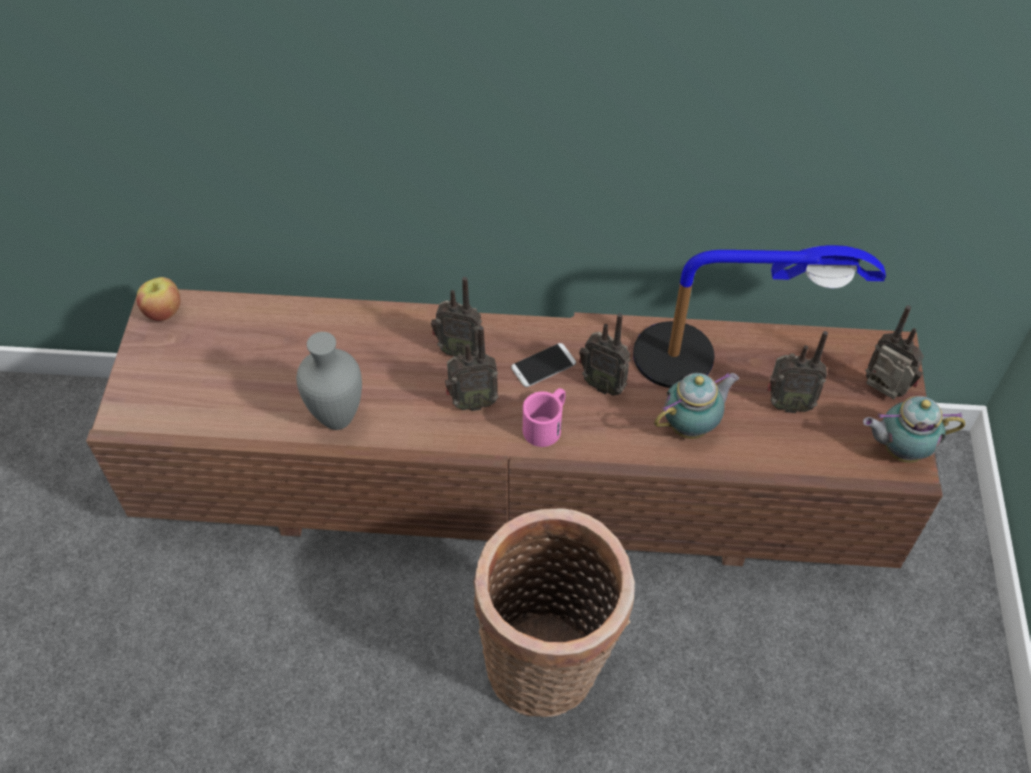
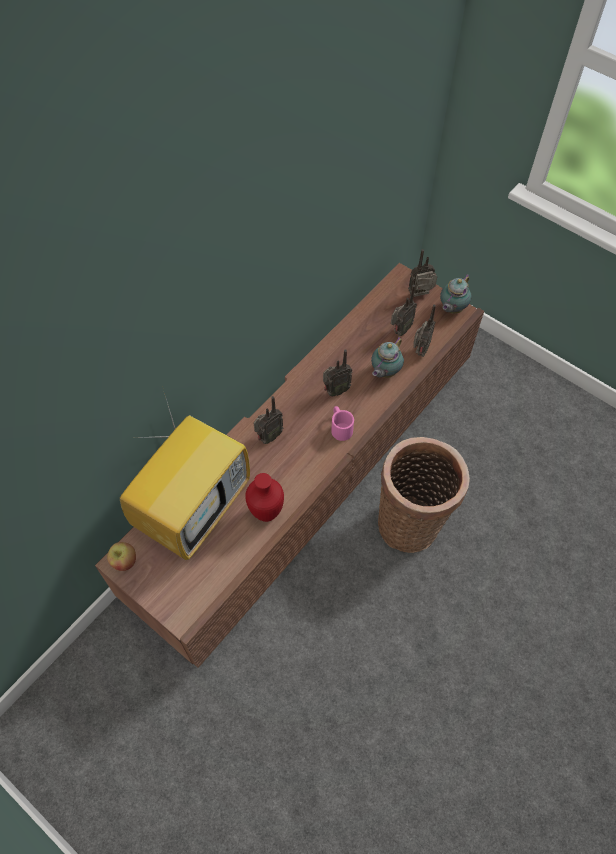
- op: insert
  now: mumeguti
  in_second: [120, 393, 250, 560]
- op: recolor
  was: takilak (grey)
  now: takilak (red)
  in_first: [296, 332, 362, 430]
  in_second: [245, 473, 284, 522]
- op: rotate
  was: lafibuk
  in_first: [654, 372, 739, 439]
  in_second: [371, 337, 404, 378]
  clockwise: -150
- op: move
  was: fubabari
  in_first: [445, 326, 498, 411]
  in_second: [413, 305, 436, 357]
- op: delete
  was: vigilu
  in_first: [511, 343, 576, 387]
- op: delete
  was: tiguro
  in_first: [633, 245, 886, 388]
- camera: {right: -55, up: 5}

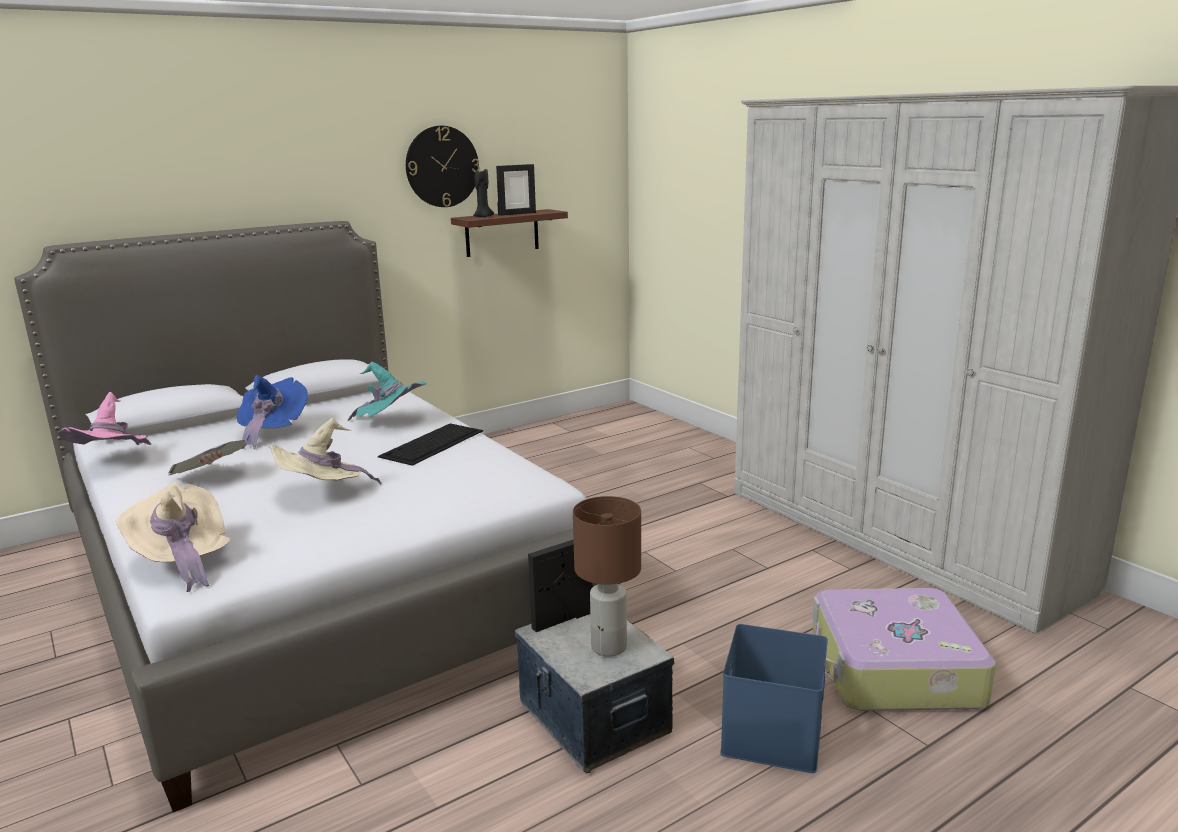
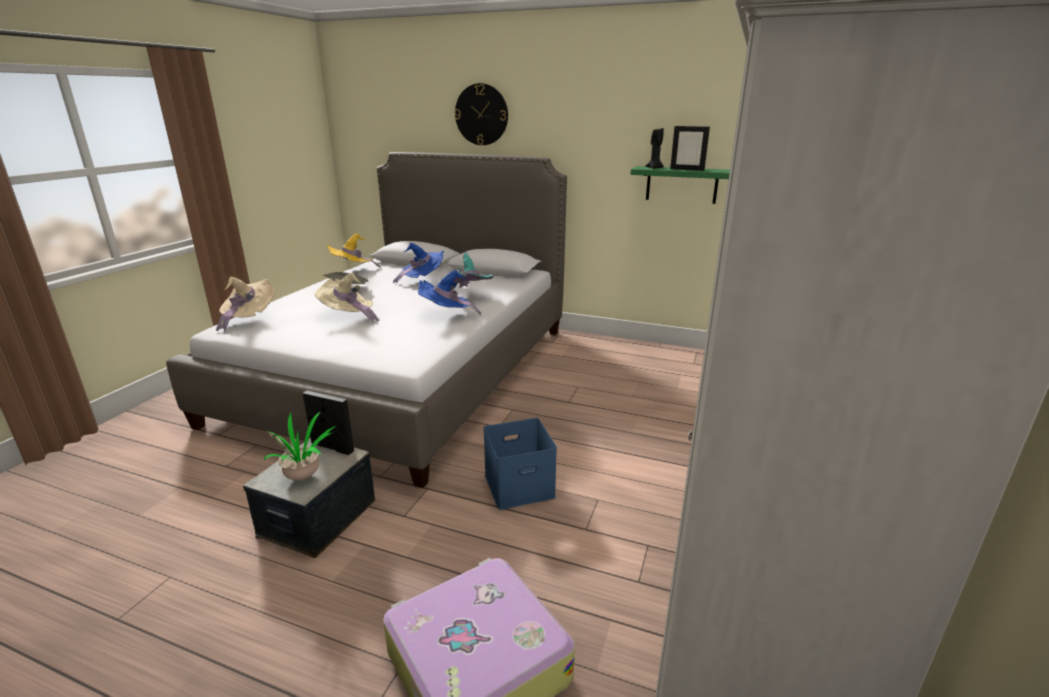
- op: replace
  was: tiguro (brown)
  now: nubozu
  in_first: [573, 496, 641, 657]
  in_second: [264, 412, 337, 480]
- op: recolor
  was: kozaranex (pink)
  now: kozaranex (yellow)
  in_first: [58, 392, 151, 445]
  in_second: [327, 233, 381, 268]
- op: replace
  was: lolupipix
  now: kozaranex (blue)
  in_first: [378, 423, 483, 466]
  in_second: [418, 270, 481, 315]
- op: move
  was: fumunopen
  in_first: [406, 126, 480, 207]
  in_second: [454, 83, 508, 145]
- op: move
  was: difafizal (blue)
  in_first: [720, 624, 828, 773]
  in_second: [483, 418, 557, 510]
- op: recolor
  was: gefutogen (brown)
  now: gefutogen (green)
  in_first: [451, 209, 568, 257]
  in_second: [630, 166, 730, 204]
- camera: {right: 55, up: 5}

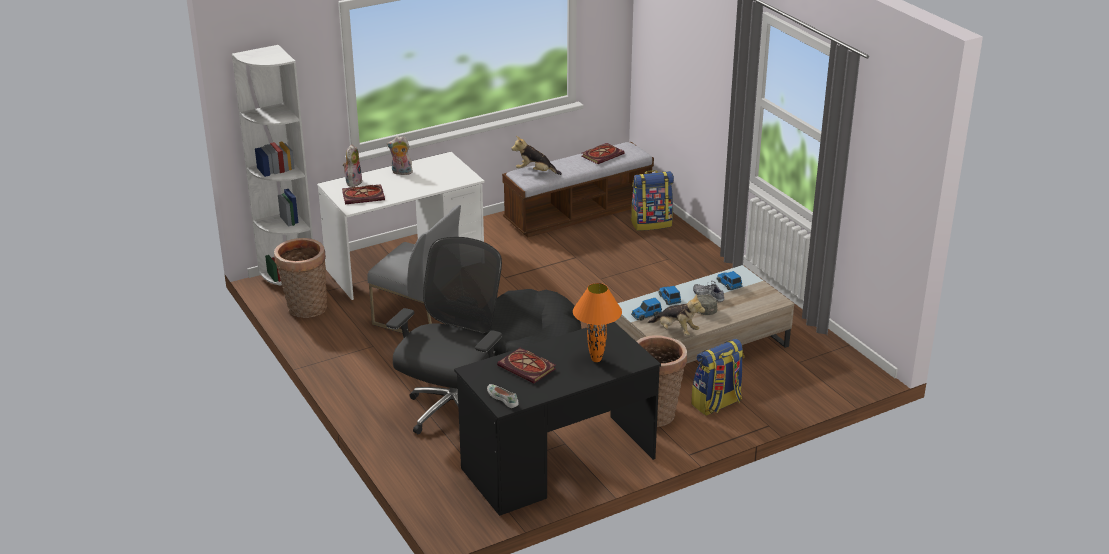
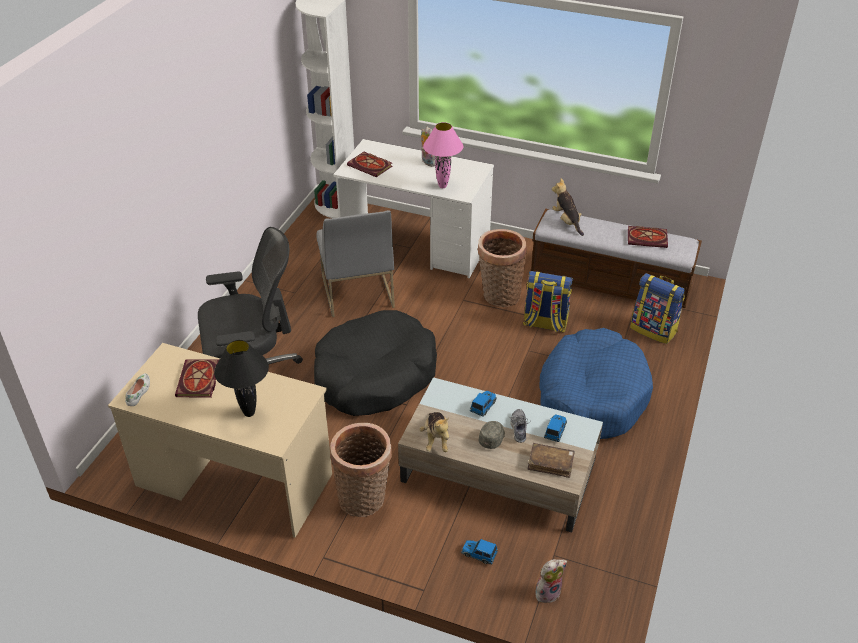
- op: recolor
  was: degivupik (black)
  now: degivupik (beige)
  in_first: [454, 322, 661, 516]
  in_second: [108, 343, 332, 538]
- op: recolor
  was: tiguro (orange)
  now: tiguro (black)
  in_first: [573, 283, 622, 362]
  in_second: [214, 340, 269, 417]
- op: insert
  now: tiguro (pink)
  in_second: [423, 122, 463, 188]
- op: move
  was: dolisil
  in_first: [631, 298, 662, 321]
  in_second: [461, 539, 498, 565]
- op: move
  was: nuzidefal
  in_first: [274, 238, 327, 318]
  in_second: [477, 229, 527, 307]
- op: move
  was: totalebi
  in_first: [691, 339, 744, 416]
  in_second: [523, 271, 573, 333]
- op: insert
  now: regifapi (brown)
  in_second: [528, 443, 575, 478]
- op: move
  was: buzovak
  in_first: [343, 144, 363, 187]
  in_second: [536, 559, 567, 603]
- op: insert
  now: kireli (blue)
  in_second: [539, 328, 653, 439]
- camera: {right: 50, up: 10}

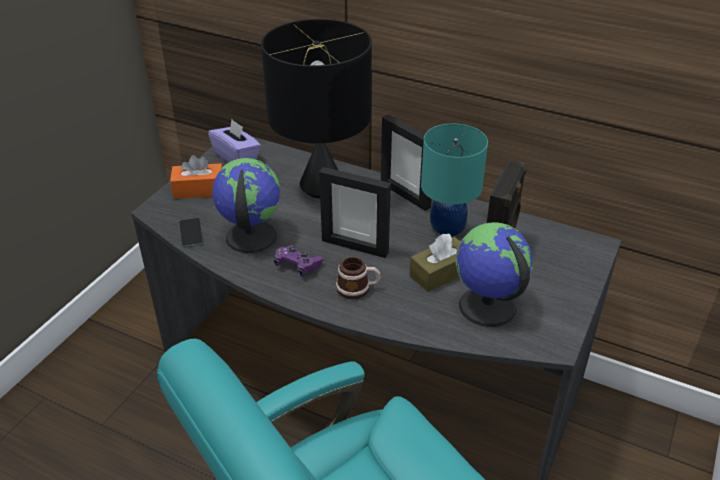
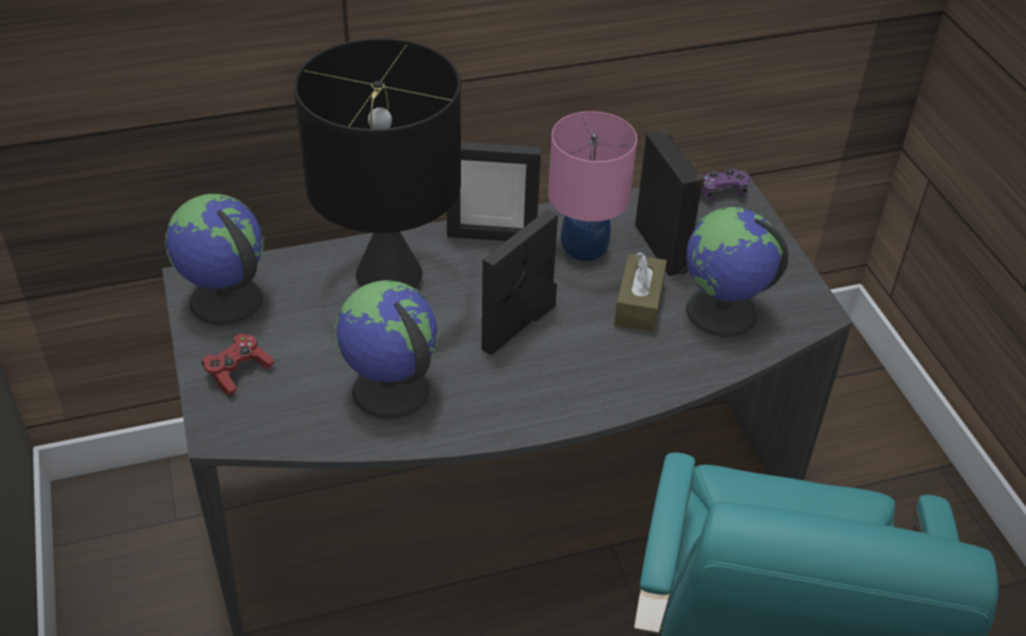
- op: replace
  was: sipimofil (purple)
  now: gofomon
  in_first: [208, 119, 261, 163]
  in_second: [165, 194, 264, 325]
- op: replace
  was: sipimofil (orange)
  now: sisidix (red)
  in_first: [170, 155, 223, 199]
  in_second: [201, 333, 275, 396]
- op: rotate
  was: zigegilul
  in_first: [319, 167, 391, 258]
  in_second: [482, 209, 558, 356]
  clockwise: 150
- op: recolor
  was: tiguro (turquoise)
  now: tiguro (pink)
  in_first: [421, 124, 488, 236]
  in_second: [548, 111, 637, 261]
- op: move
  was: sisidix (purple)
  in_first: [274, 245, 324, 277]
  in_second: [701, 169, 749, 200]
- op: delete
  was: vigilu
  in_first: [179, 218, 204, 248]
- op: delete
  was: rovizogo
  in_first: [336, 257, 381, 299]
- camera: {right: -45, up: 5}

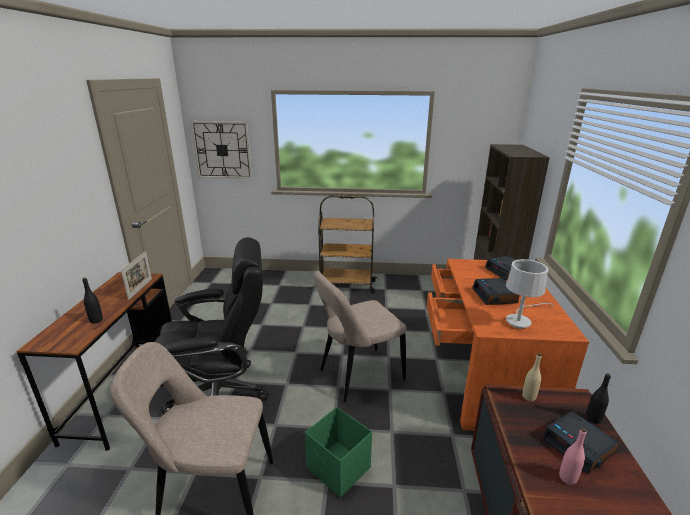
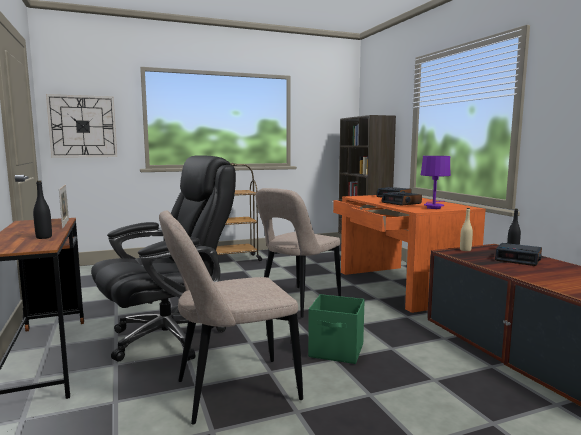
- op: recolor
  was: tiguro (white)
  now: tiguro (purple)
  in_first: [506, 259, 554, 329]
  in_second: [421, 156, 451, 209]
- op: delete
  was: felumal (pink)
  in_first: [559, 428, 587, 485]
- camera: {right: -25, up: -15}

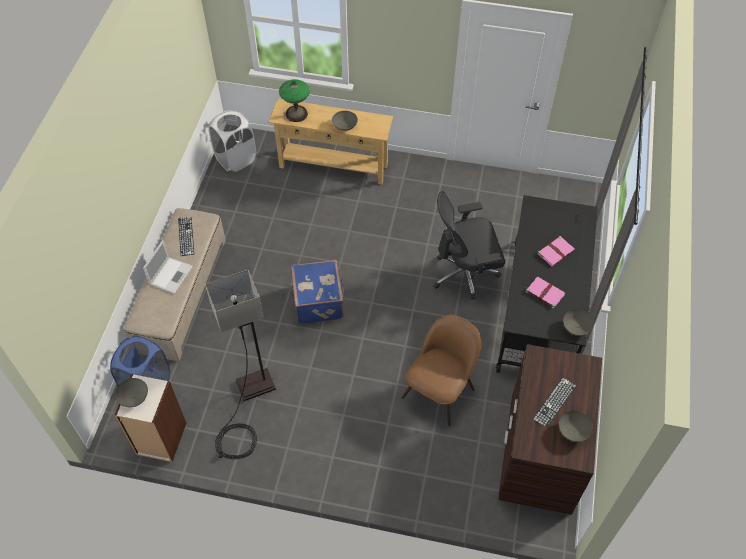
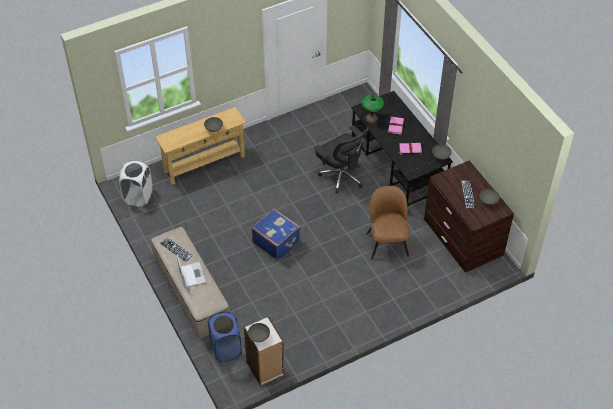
- op: rotate
  was: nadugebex
  in_first: [433, 191, 505, 300]
  in_second: [314, 125, 369, 193]
  clockwise: -75
- op: move
  was: tiguro
  in_first: [279, 79, 310, 122]
  in_second: [362, 94, 384, 125]
- op: delete
  was: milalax
  in_first: [205, 270, 276, 459]
- camera: {right: -40, up: -5}

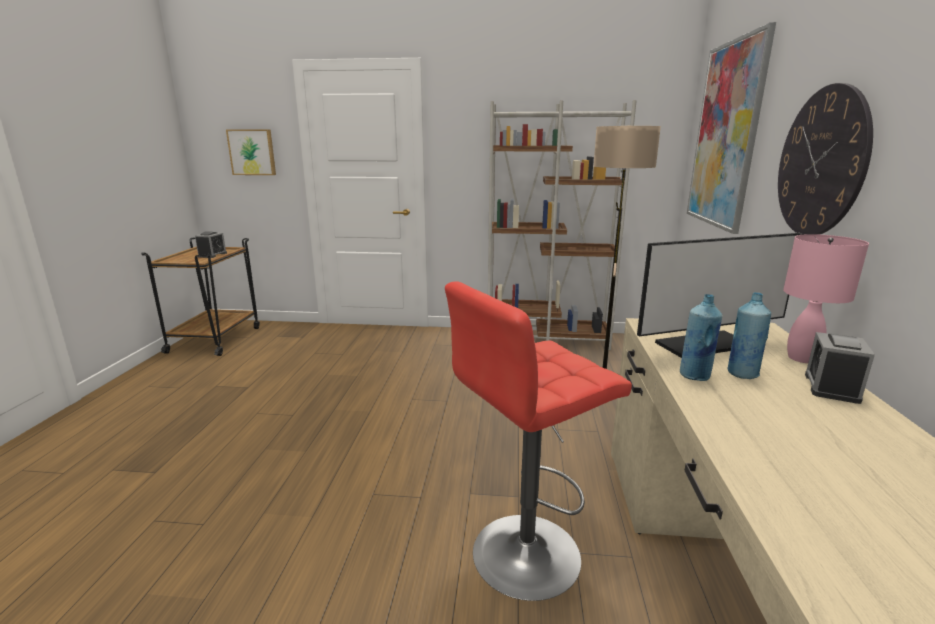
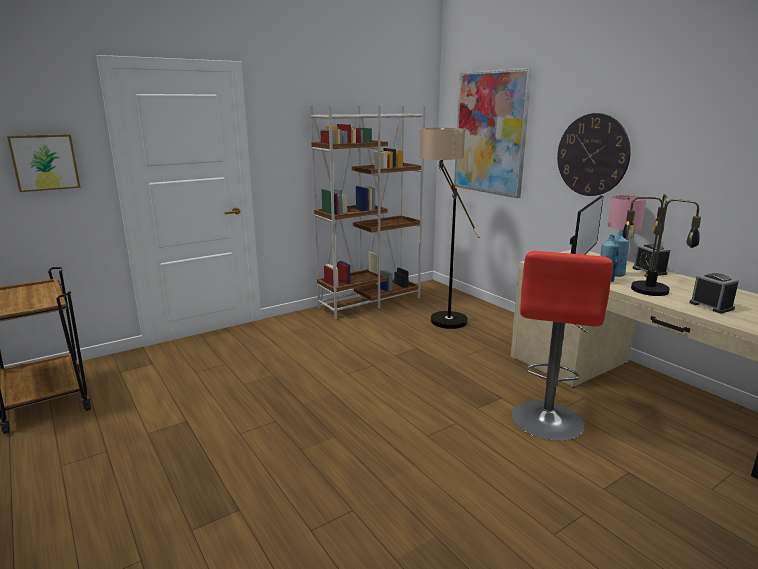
- op: insert
  now: tiguro
  in_second: [623, 194, 701, 296]
- op: move
  was: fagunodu
  in_first: [195, 231, 227, 258]
  in_second: [689, 273, 739, 313]
- camera: {right: -40, up: 0}

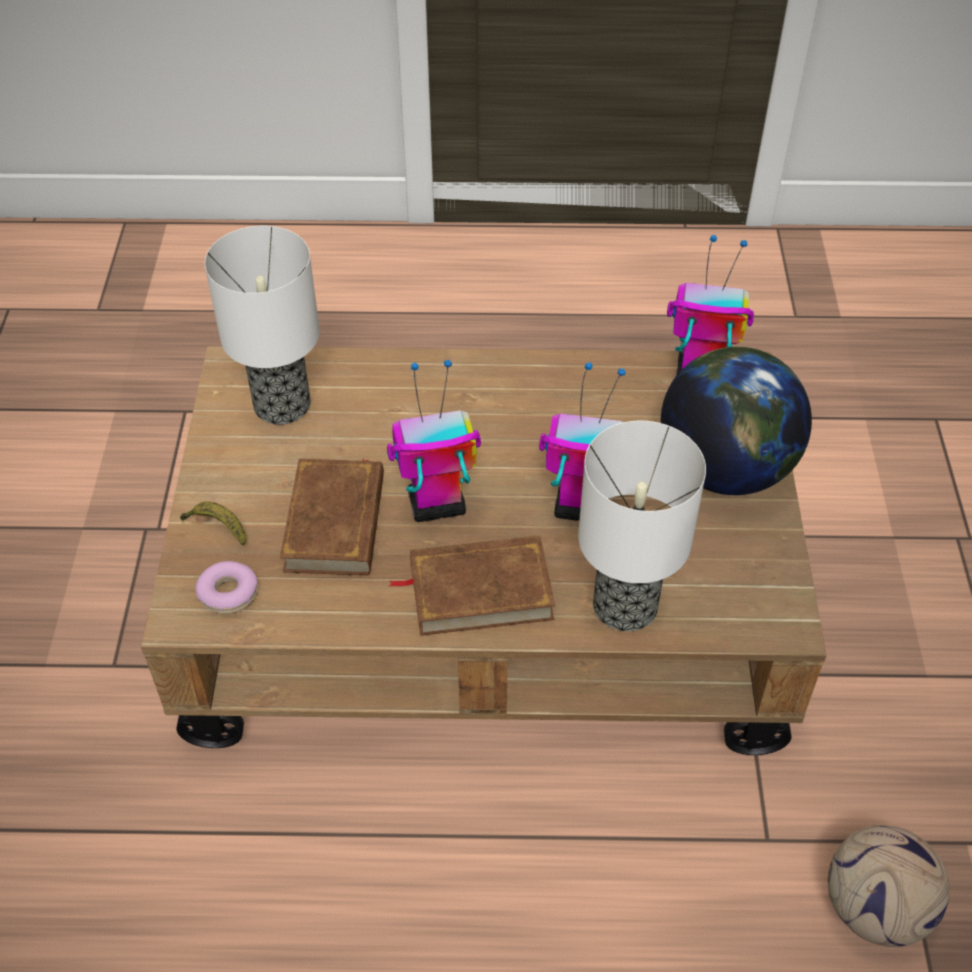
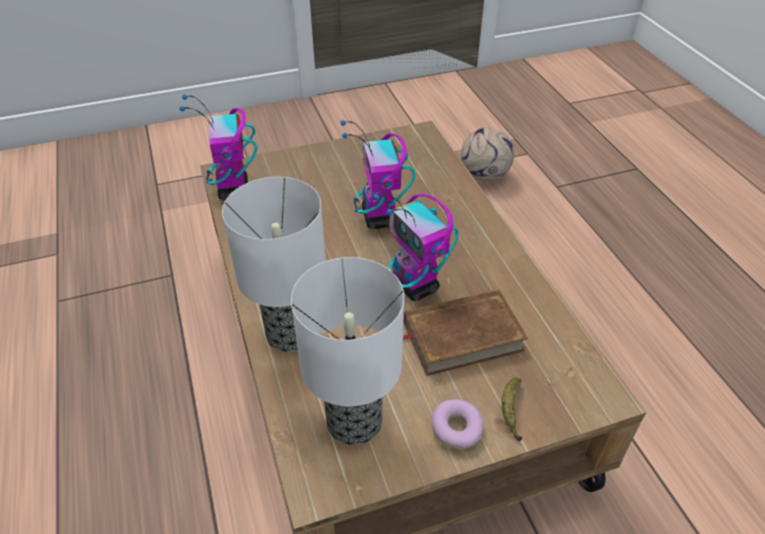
- op: move
  was: tiguro
  in_first: [578, 421, 706, 631]
  in_second: [222, 177, 326, 352]
- op: move
  was: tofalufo
  in_first: [195, 561, 258, 614]
  in_second: [432, 399, 484, 449]
- op: delete
  was: regifapi (brown)
  in_first: [389, 535, 555, 636]
- op: delete
  was: gofomon
  in_first: [661, 347, 812, 495]
- camera: {right: -110, up: -5}

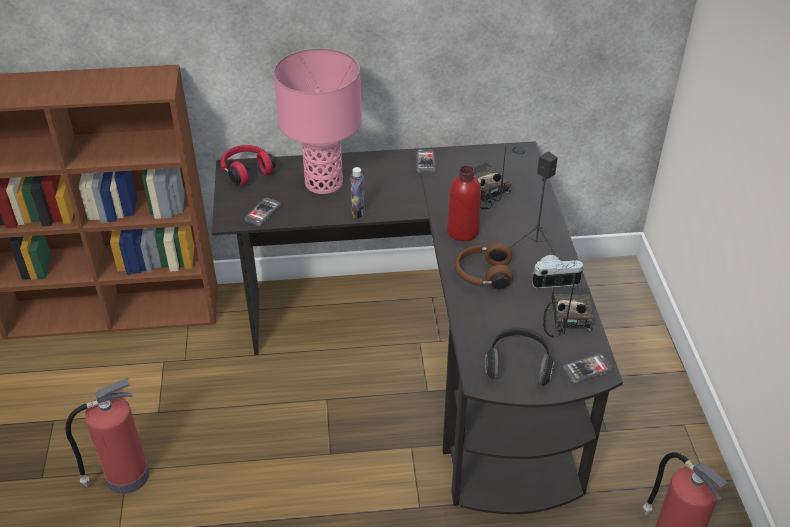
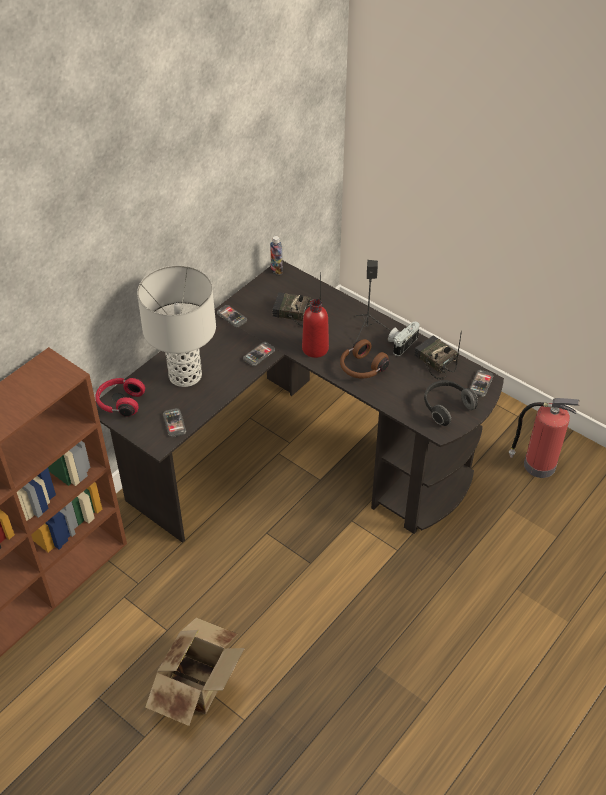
- op: recolor
  was: tiguro (pink)
  now: tiguro (white)
  in_first: [274, 48, 362, 194]
  in_second: [137, 266, 216, 387]
- op: replace
  was: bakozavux
  now: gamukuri
  in_first: [65, 378, 149, 494]
  in_second: [145, 618, 245, 726]
- op: insert
  now: vigilu
  in_second: [243, 342, 275, 366]
- op: move
  was: felumal
  in_first: [350, 167, 365, 218]
  in_second: [270, 236, 283, 275]
- camera: {right: -45, up: 5}

